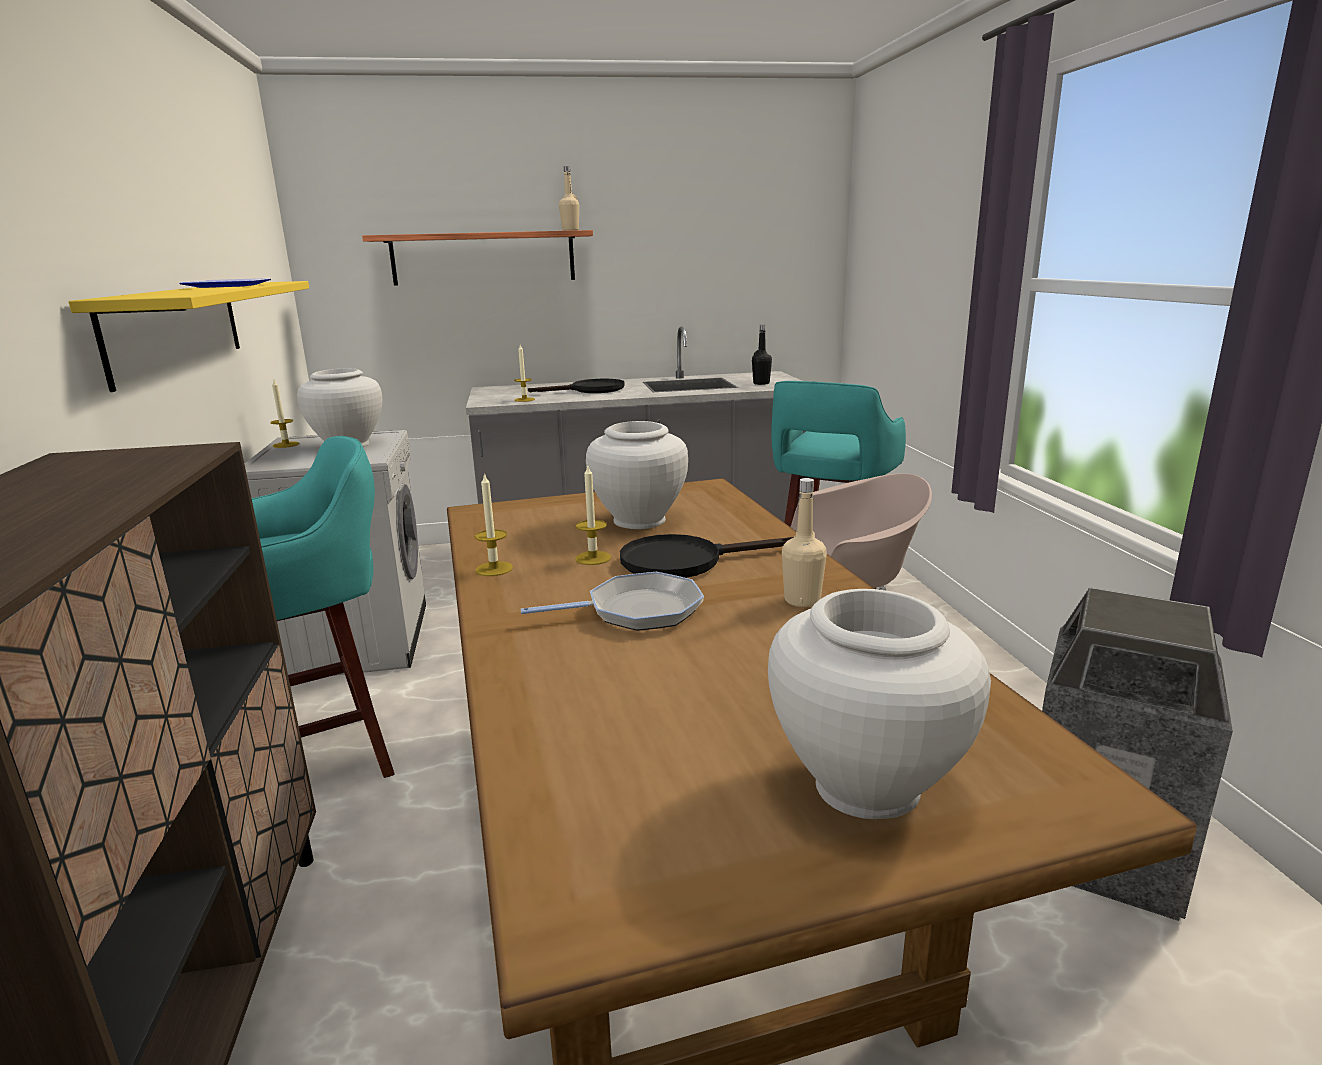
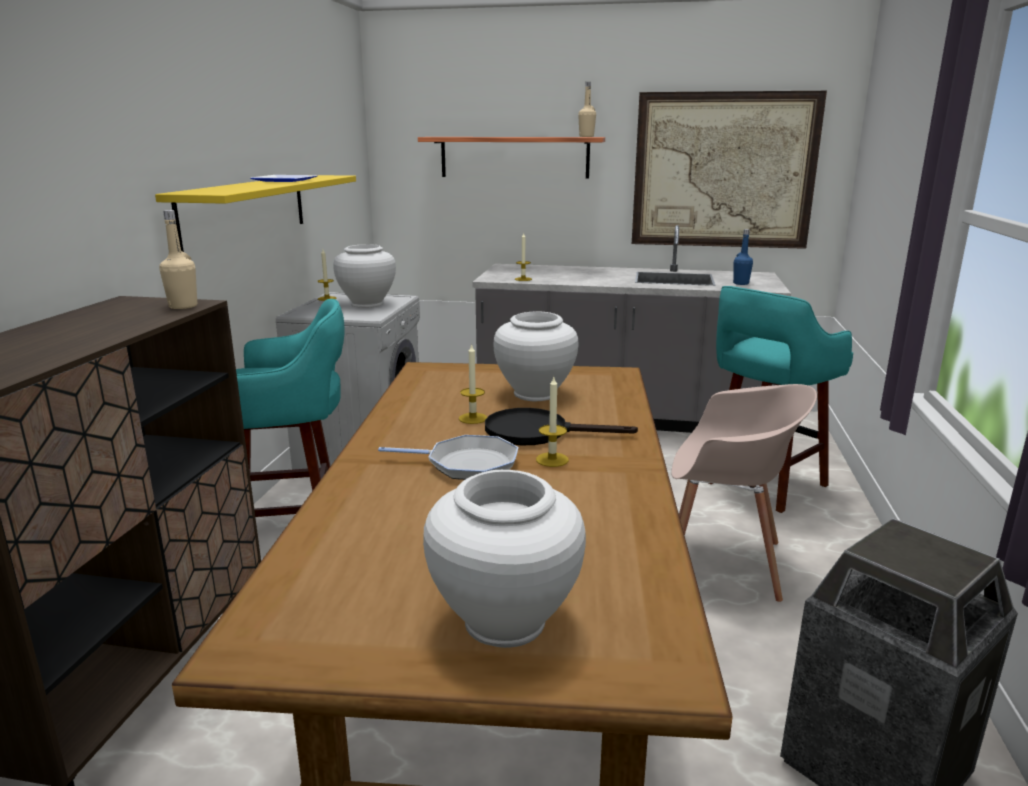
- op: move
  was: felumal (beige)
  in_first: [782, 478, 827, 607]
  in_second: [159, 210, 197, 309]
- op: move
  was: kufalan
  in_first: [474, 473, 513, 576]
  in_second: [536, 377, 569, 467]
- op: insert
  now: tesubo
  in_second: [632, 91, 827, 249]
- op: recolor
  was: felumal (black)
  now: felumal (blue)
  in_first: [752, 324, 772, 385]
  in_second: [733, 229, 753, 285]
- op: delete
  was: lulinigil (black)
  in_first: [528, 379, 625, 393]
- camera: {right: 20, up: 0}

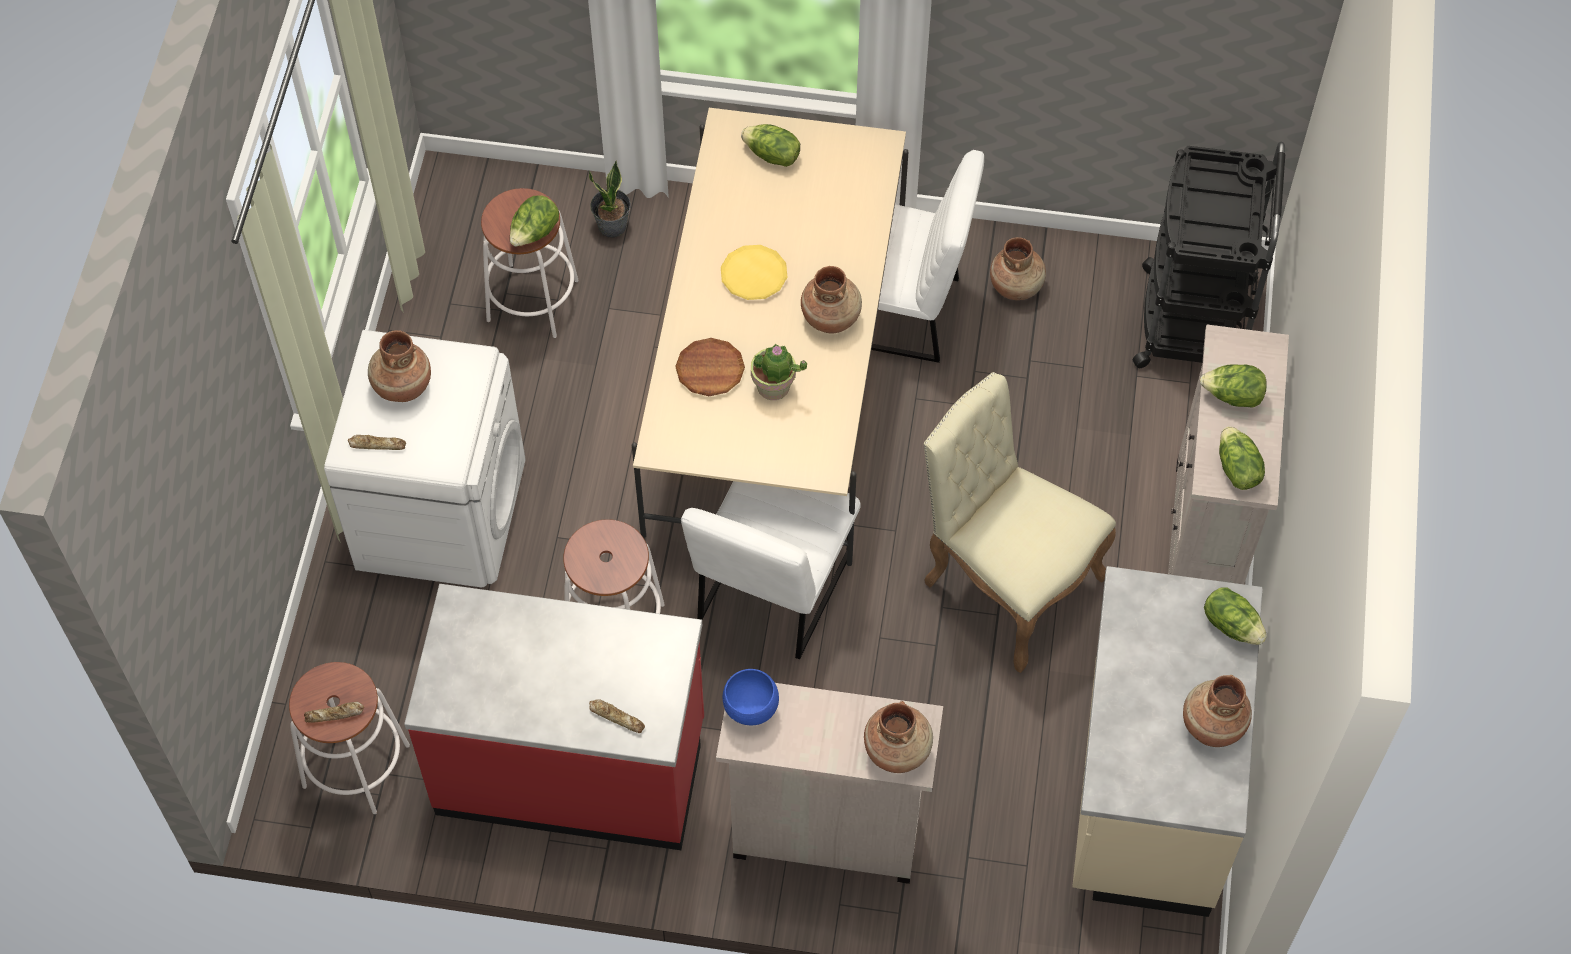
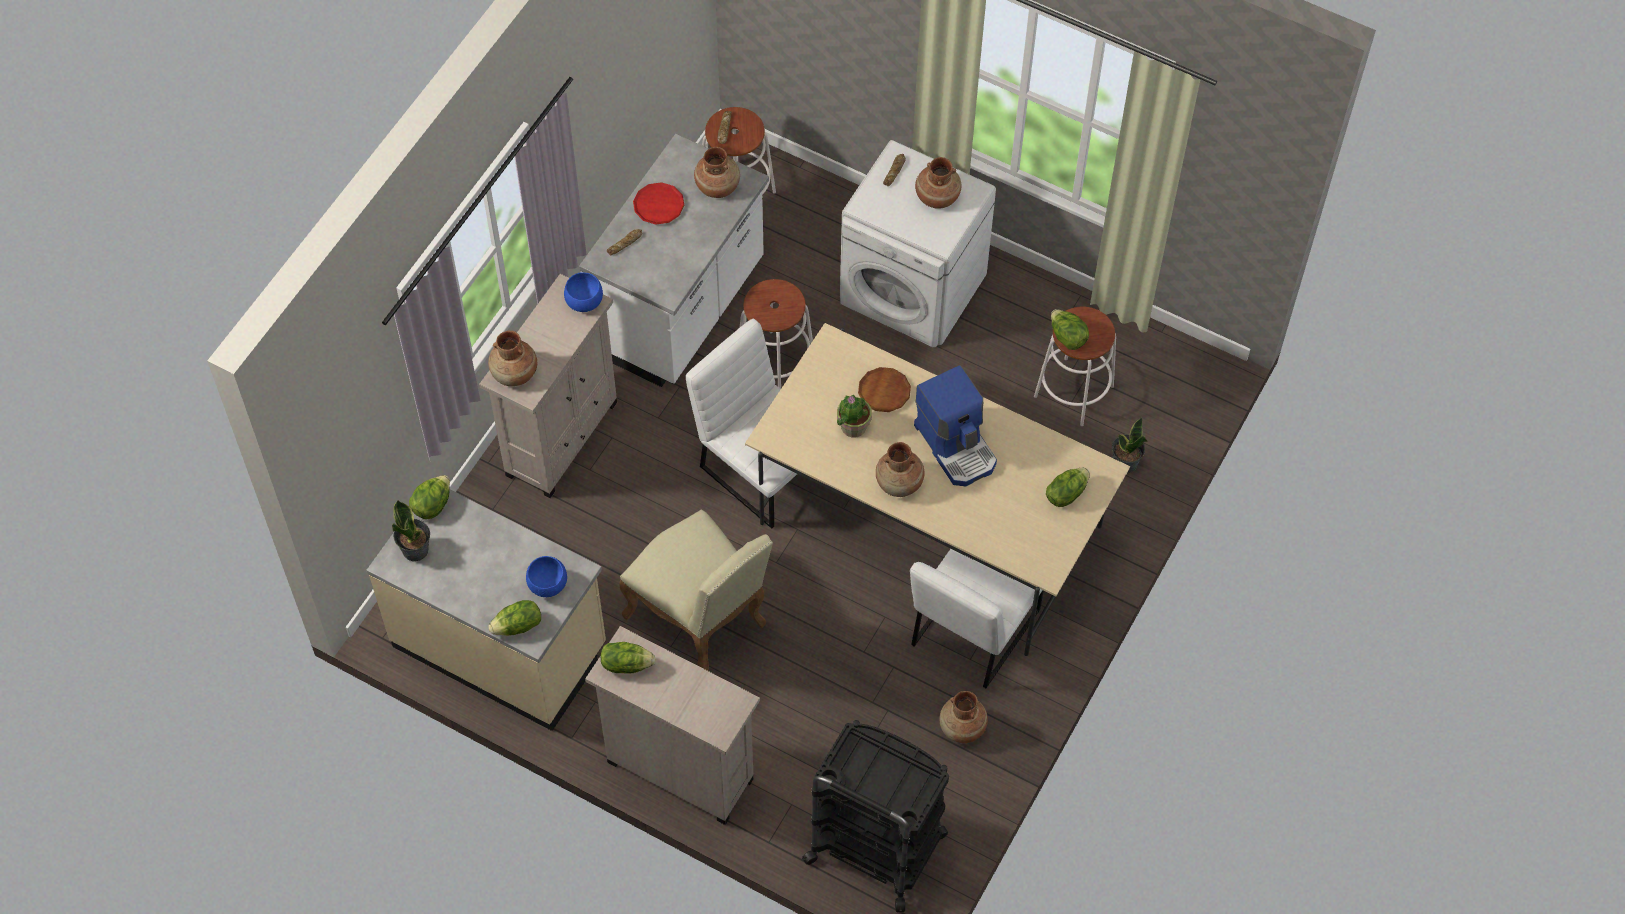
- op: insert
  now: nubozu
  in_second: [392, 500, 430, 562]
- op: move
  was: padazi
  in_first: [1200, 364, 1267, 408]
  in_second: [409, 475, 450, 520]
- op: insert
  now: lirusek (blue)
  in_second: [526, 556, 567, 597]
- op: recolor
  was: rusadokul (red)
  now: rusadokul (white)
  in_first: [404, 584, 704, 850]
  in_second: [579, 134, 769, 387]
- op: rotate
  was: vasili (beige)
  in_first: [924, 372, 1116, 673]
  in_second: [619, 510, 773, 671]
  clockwise: 75
- op: insert
  now: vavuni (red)
  in_second: [633, 182, 685, 225]
- op: move
  was: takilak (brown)
  in_first: [1183, 675, 1252, 747]
  in_second: [694, 147, 740, 198]
- op: replace
  was: vavuni (yellow)
  now: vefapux
  in_first: [721, 245, 787, 300]
  in_second: [914, 365, 997, 486]
- camera: {right: 110, up: 0}

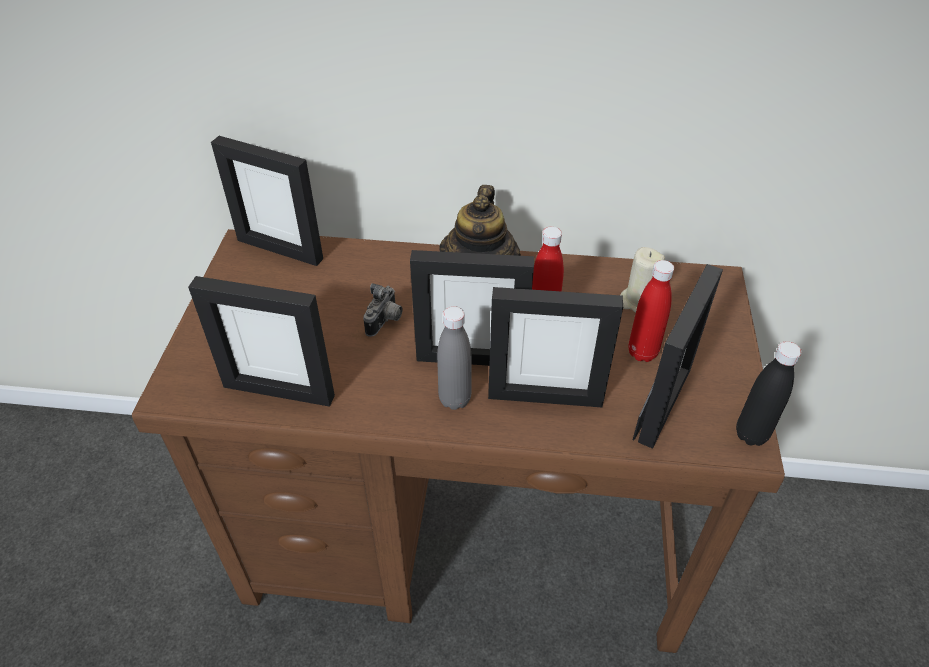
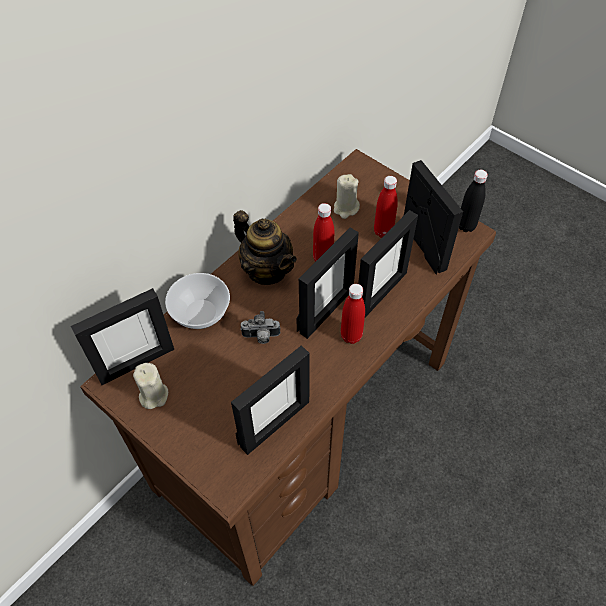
- op: insert
  now: kufalan (beige)
  in_second: [133, 363, 168, 409]
- op: insert
  now: lirusek
  in_second: [165, 273, 230, 329]
- op: rotate
  was: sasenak
  in_first: [363, 283, 403, 337]
  in_second: [240, 311, 280, 344]
  clockwise: 120
- op: recolor
  was: felumal (grey)
  now: felumal (red)
  in_first: [437, 306, 472, 410]
  in_second: [341, 284, 365, 344]
- camera: {right: -55, up: 10}

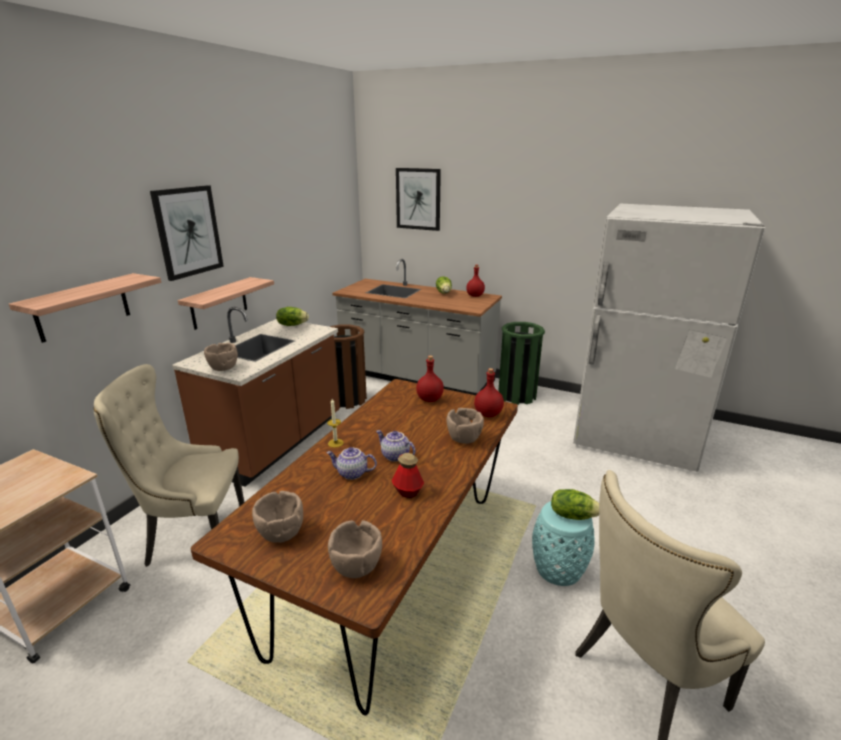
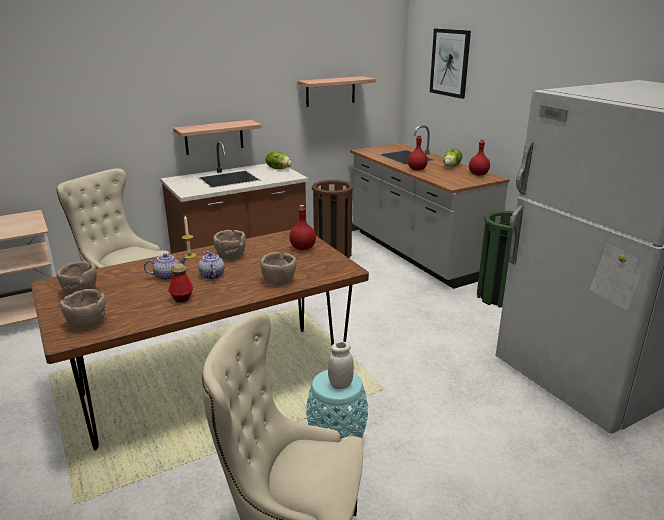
- op: rotate
  was: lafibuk
  in_first: [326, 447, 377, 480]
  in_second: [144, 253, 188, 280]
  clockwise: 120
- op: move
  was: lirusek (brown)
  in_first: [204, 343, 238, 371]
  in_second: [213, 230, 246, 259]
- op: move
  was: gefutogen
  in_first: [9, 273, 161, 343]
  in_second: [297, 76, 376, 107]
- op: replace
  was: padazi
  now: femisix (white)
  in_first: [551, 489, 599, 520]
  in_second: [328, 342, 354, 389]
- op: move
  was: felumal (red)
  in_first: [474, 368, 504, 417]
  in_second: [408, 135, 428, 170]
- op: delete
  was: tesubo
  in_first: [150, 185, 224, 281]
- camera: {right: 35, up: 0}

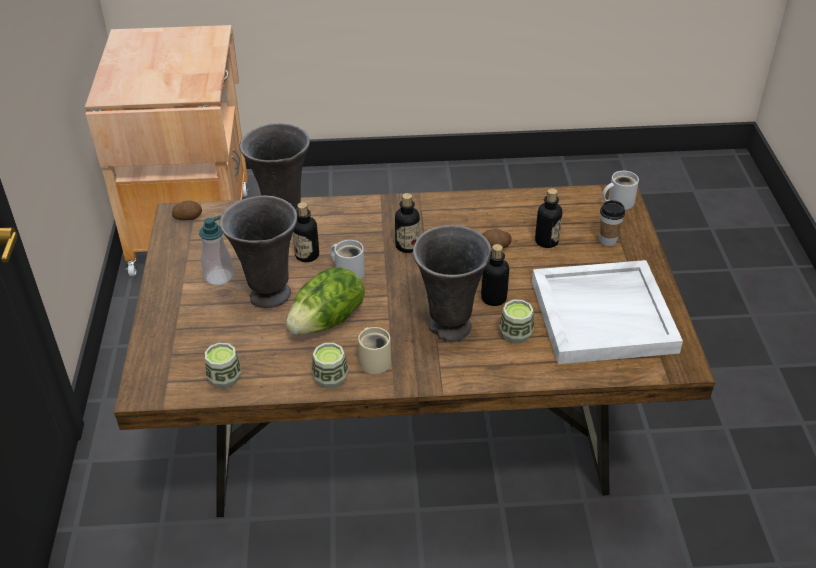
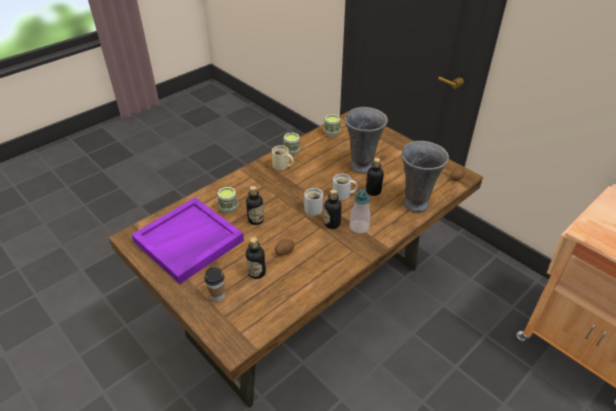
- op: recolor
  was: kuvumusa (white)
  now: kuvumusa (purple)
  in_first: [532, 260, 683, 364]
  in_second: [131, 198, 244, 284]
- op: move
  was: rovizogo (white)
  in_first: [602, 171, 639, 210]
  in_second: [304, 188, 323, 216]
- op: move
  was: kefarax
  in_first: [199, 215, 234, 285]
  in_second: [350, 189, 370, 233]
- op: delete
  was: padazi
  in_first: [286, 267, 365, 335]
- op: delete
  was: takilak (grey)
  in_first: [413, 225, 491, 342]
- camera: {right: 140, up: 0}

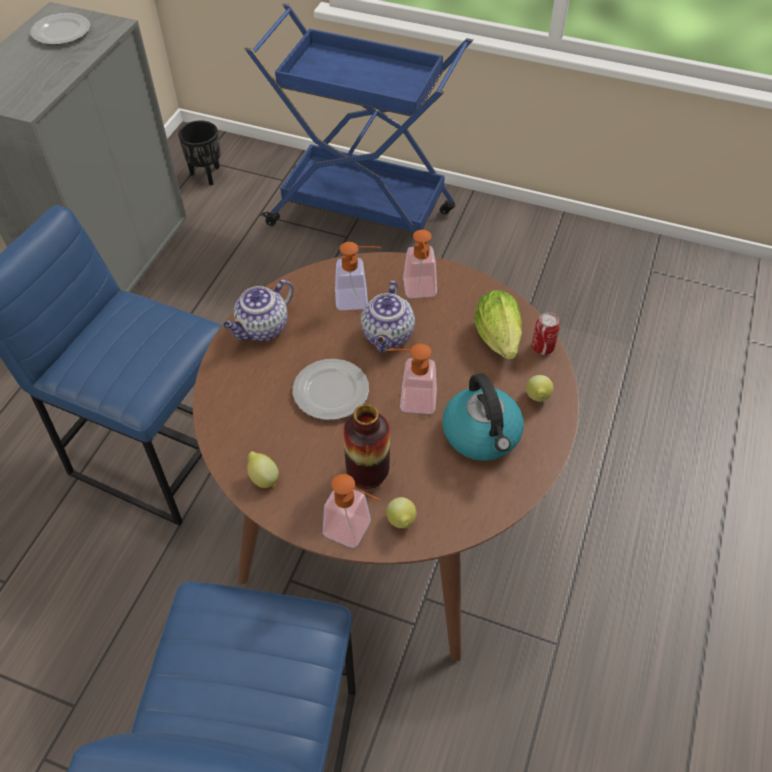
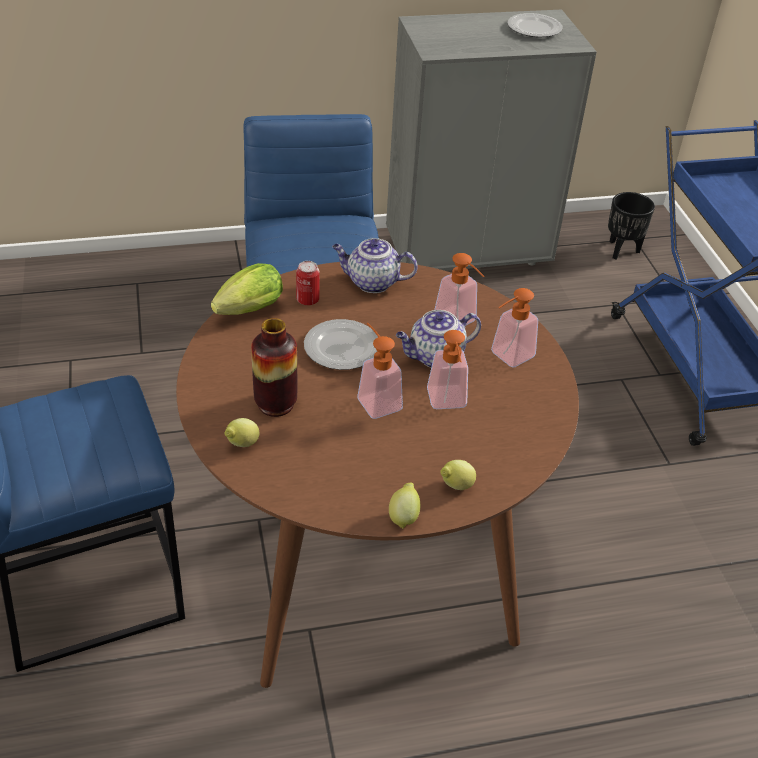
- op: move
  was: padazi
  in_first: [474, 290, 522, 360]
  in_second: [211, 263, 283, 315]
- op: move
  was: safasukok
  in_first: [531, 312, 560, 355]
  in_second: [296, 261, 320, 305]
- op: move
  was: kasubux
  in_first: [247, 451, 279, 488]
  in_second: [389, 483, 420, 529]
- op: move
  was: kefarax
  in_first: [322, 474, 380, 548]
  in_second: [427, 330, 468, 409]
- op: delete
  was: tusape
  in_first: [442, 373, 524, 461]
- camera: {right: 55, up: -10}

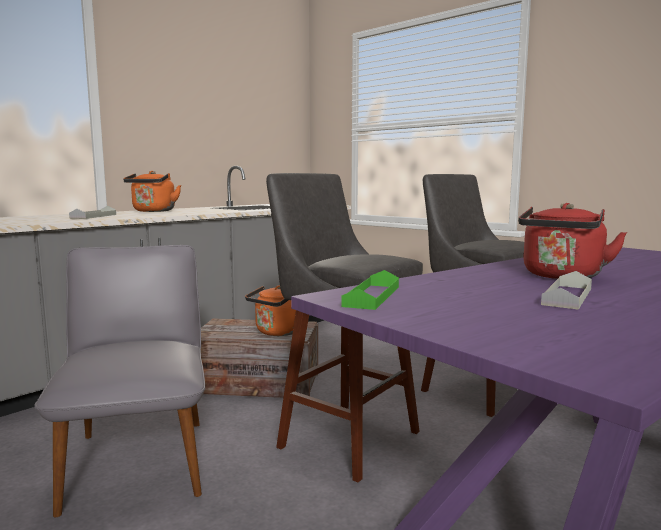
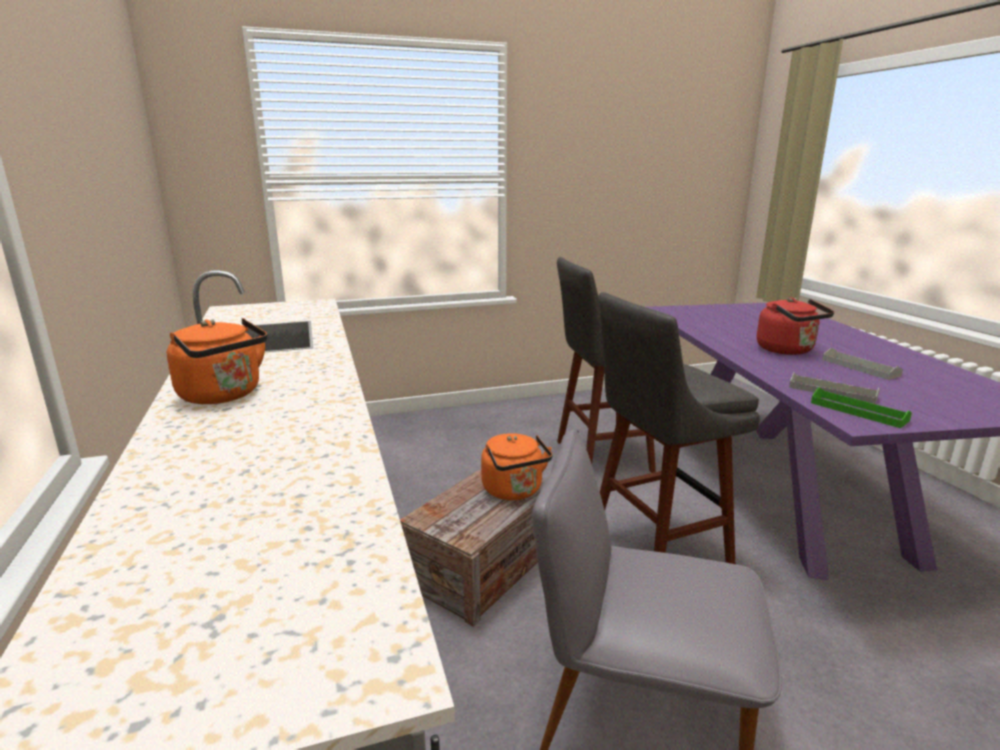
- op: move
  was: kuvumusa (grey)
  in_first: [69, 206, 116, 219]
  in_second: [789, 372, 880, 404]
- camera: {right: -60, up: 10}

